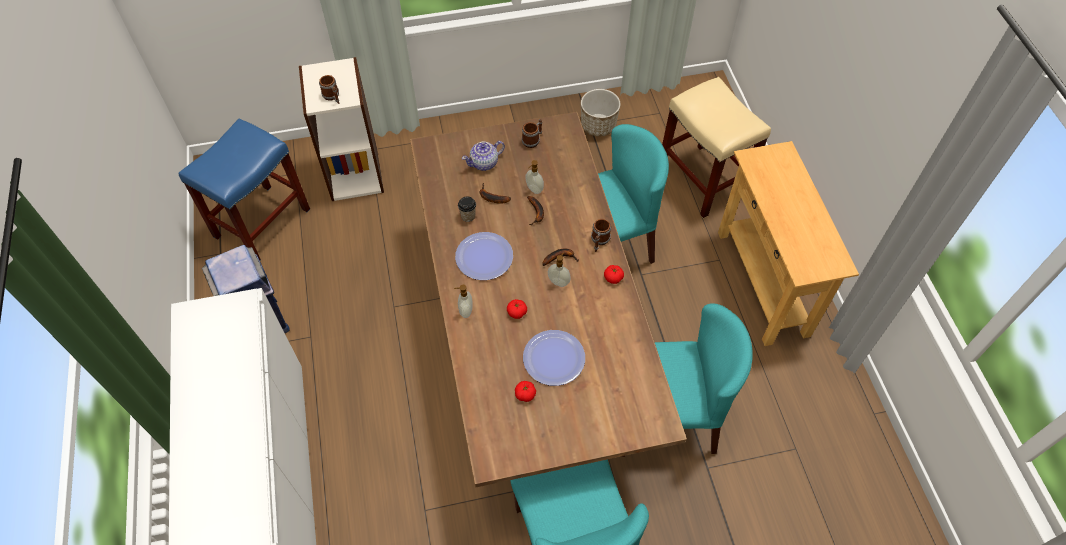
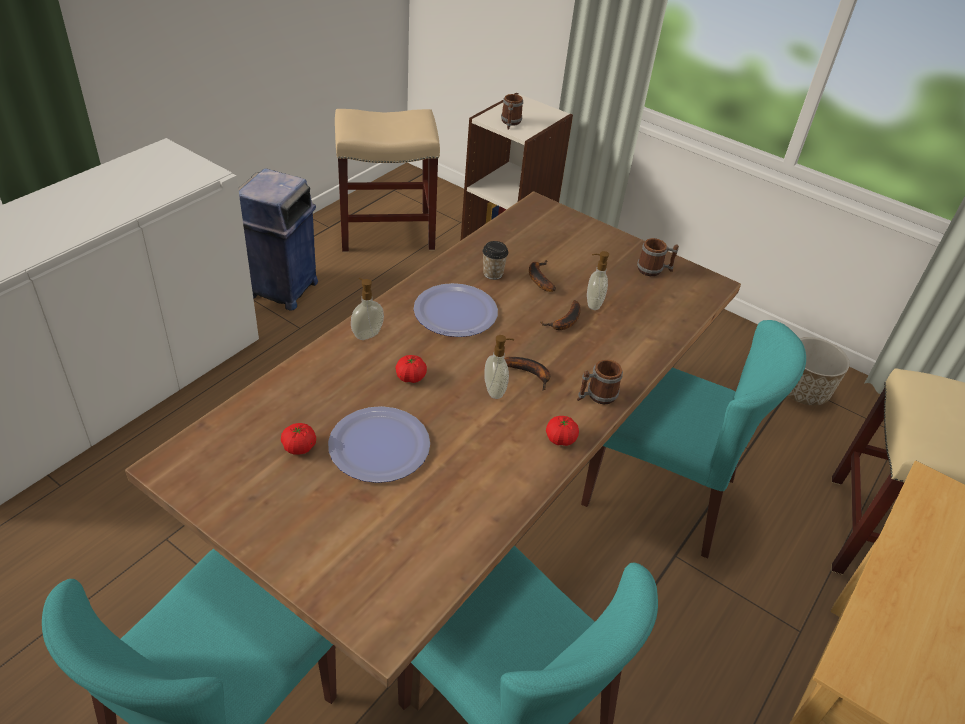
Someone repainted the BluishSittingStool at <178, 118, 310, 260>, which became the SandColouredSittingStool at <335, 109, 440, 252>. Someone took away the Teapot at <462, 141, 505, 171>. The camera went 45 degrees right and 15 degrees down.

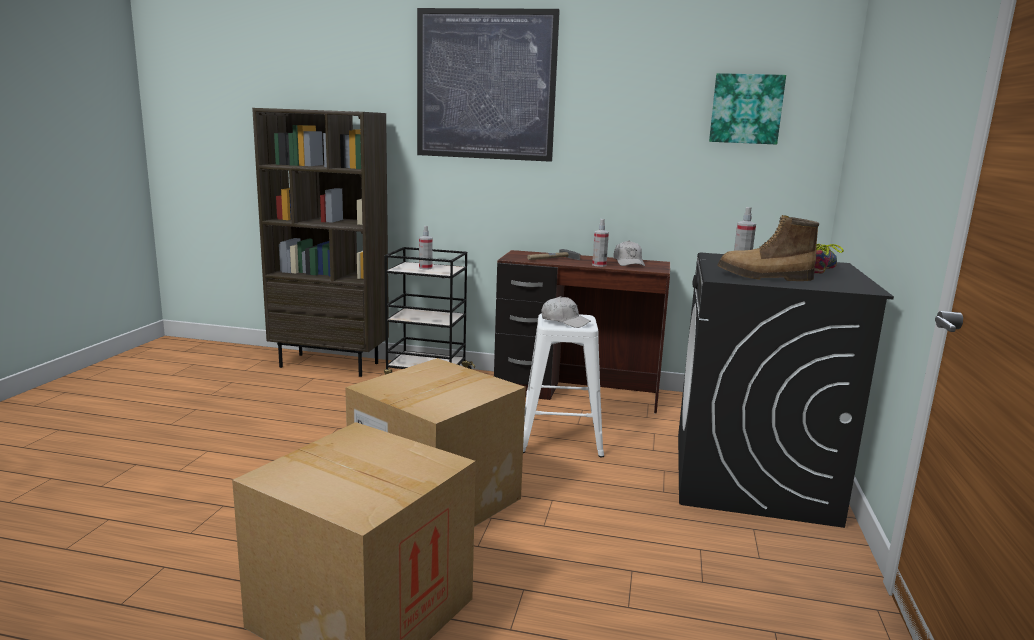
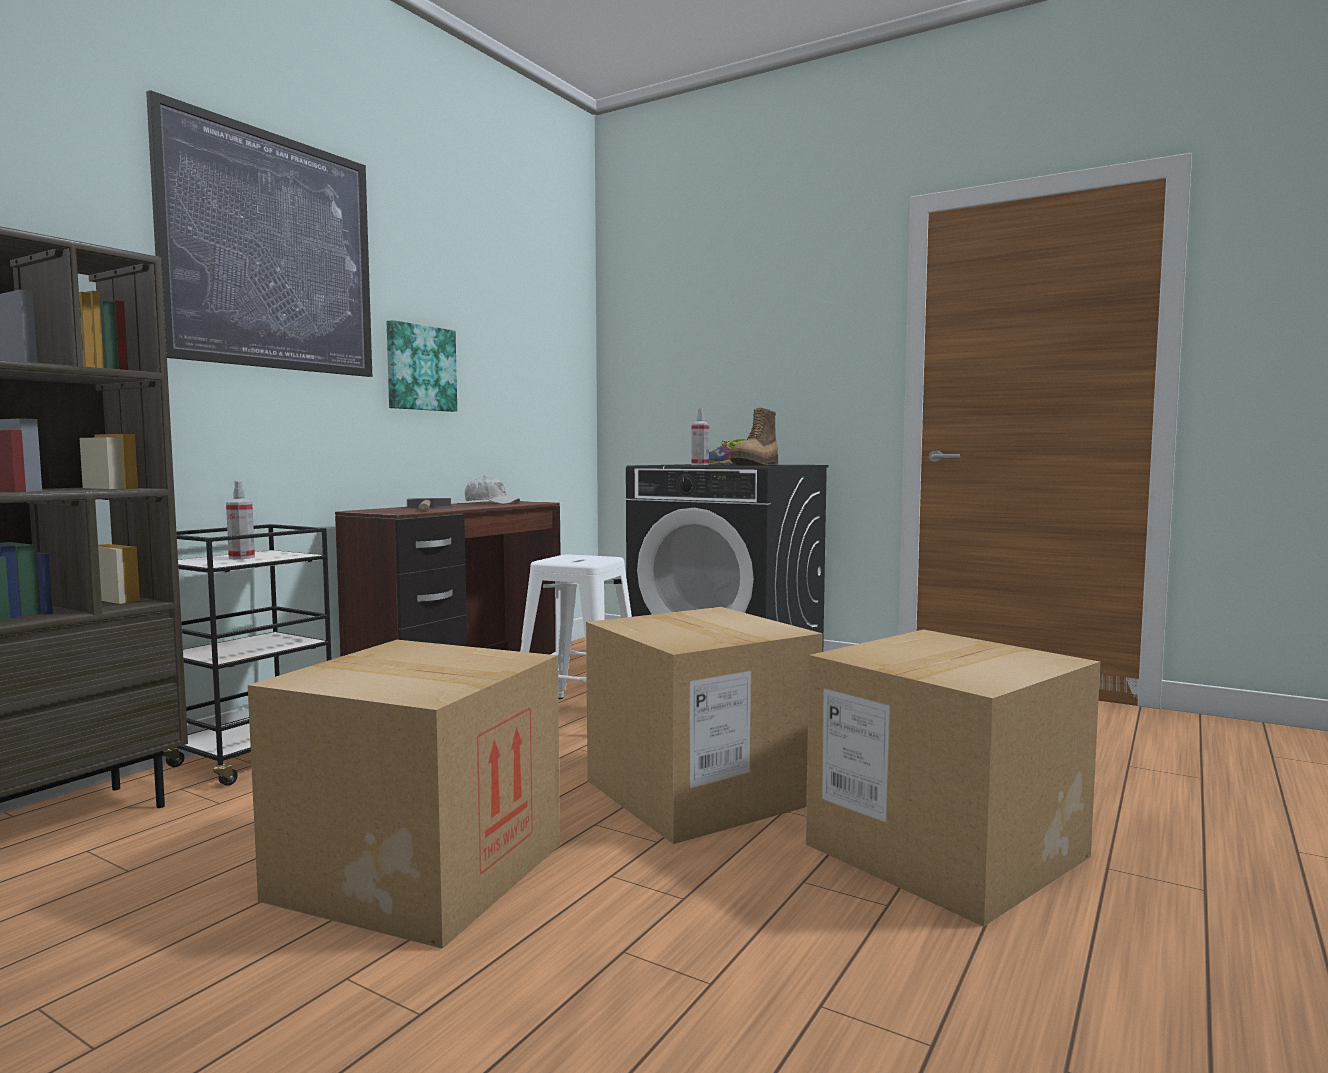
Someone put down the CardboardBox at <248, 640, 560, 949>. Someone carried the WallArt from <709, 73, 786, 145> to <387, 320, 457, 412>. Someone took away the WhitishCap at <541, 296, 591, 328>. Someone took away the HandSprayer at <592, 219, 609, 267>. The camera went 70 degrees left and 10 degrees down.

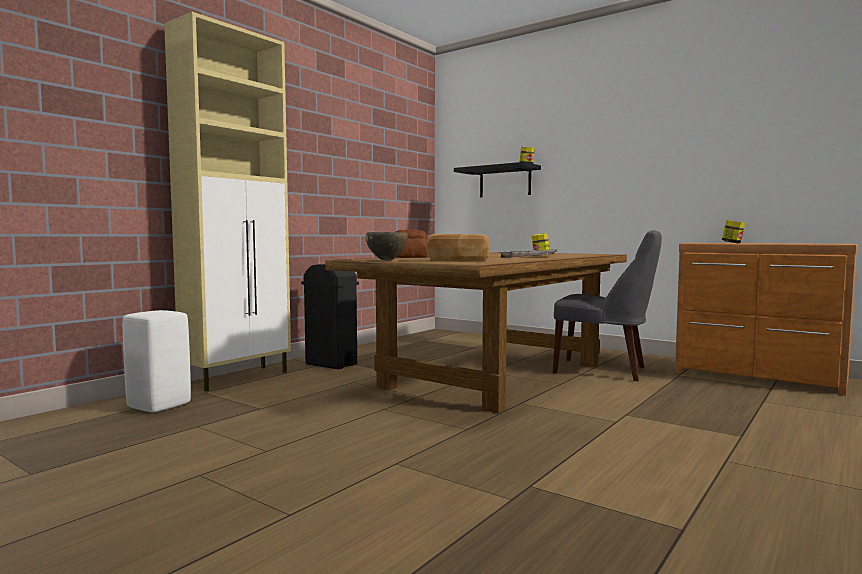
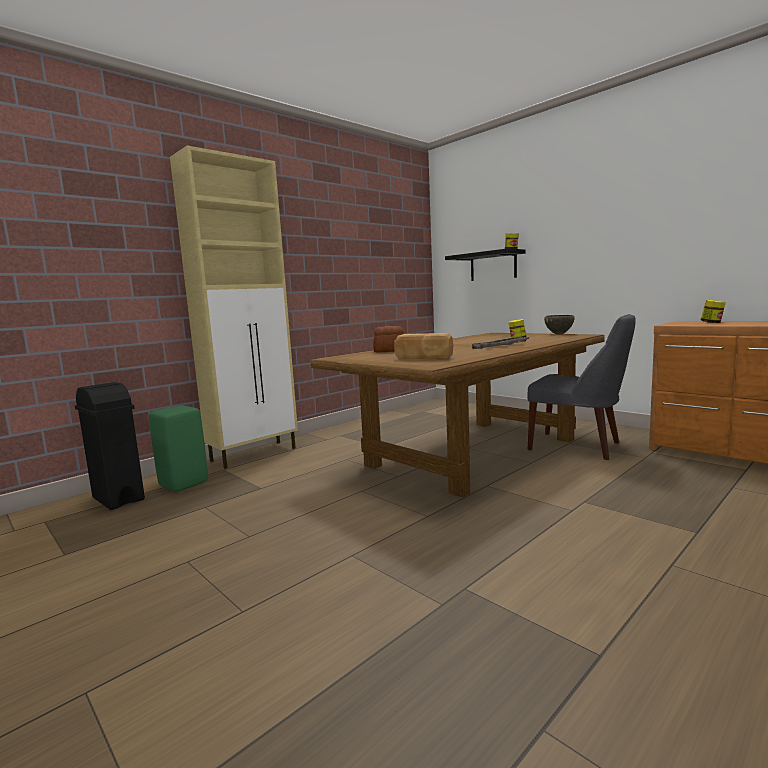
Someone carried the BlackColouredRubbishBin from <301, 264, 359, 370> to <75, 382, 145, 510>. Someone repainted the WhitishSittingStool at <123, 310, 191, 412>, which became the GreenishSittingStool at <149, 406, 208, 491>. Someone carried the BrownServingBowl from <366, 232, 408, 261> to <544, 315, 575, 335>. The camera went 10 degrees right and 5 degrees up.

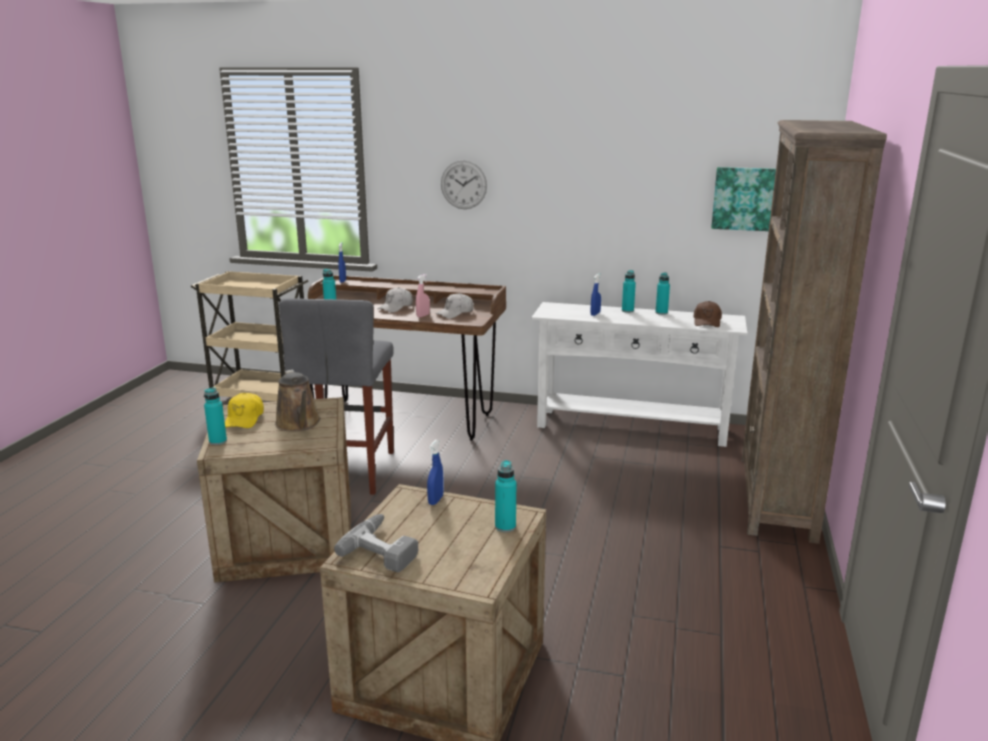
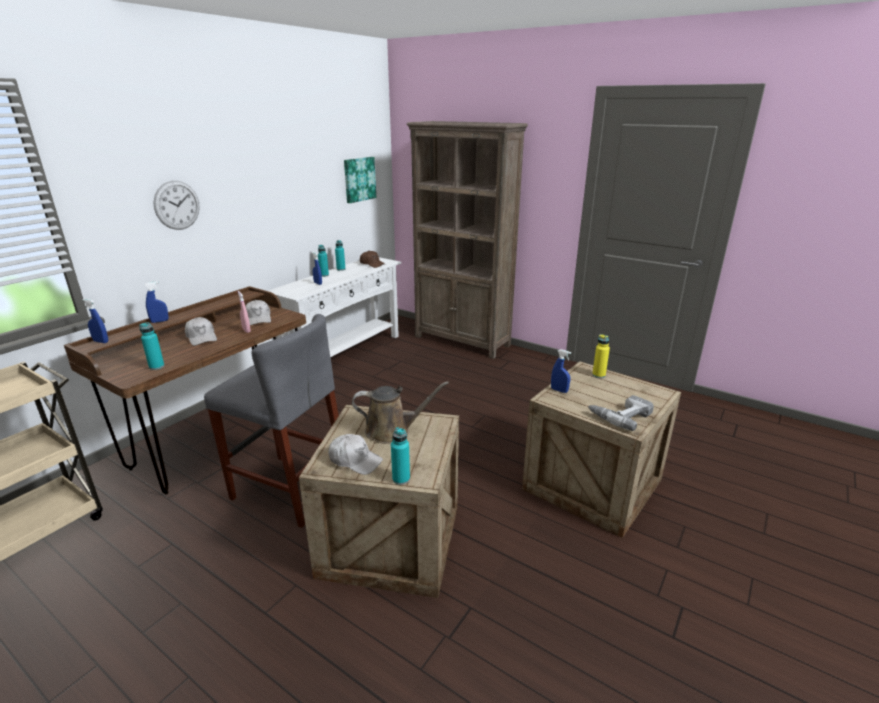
Someone put down the BluishHandSprayer at <144, 281, 169, 323>. Someone repainted the YellowCap at <225, 393, 264, 428>, which became the WhitishCap at <328, 434, 383, 475>. Someone repainted the TurquoiseColouredBeverageBottle at <495, 460, 516, 532>, which became the YellowBeverageBottle at <592, 334, 610, 378>. The camera went 70 degrees left and 5 degrees up.

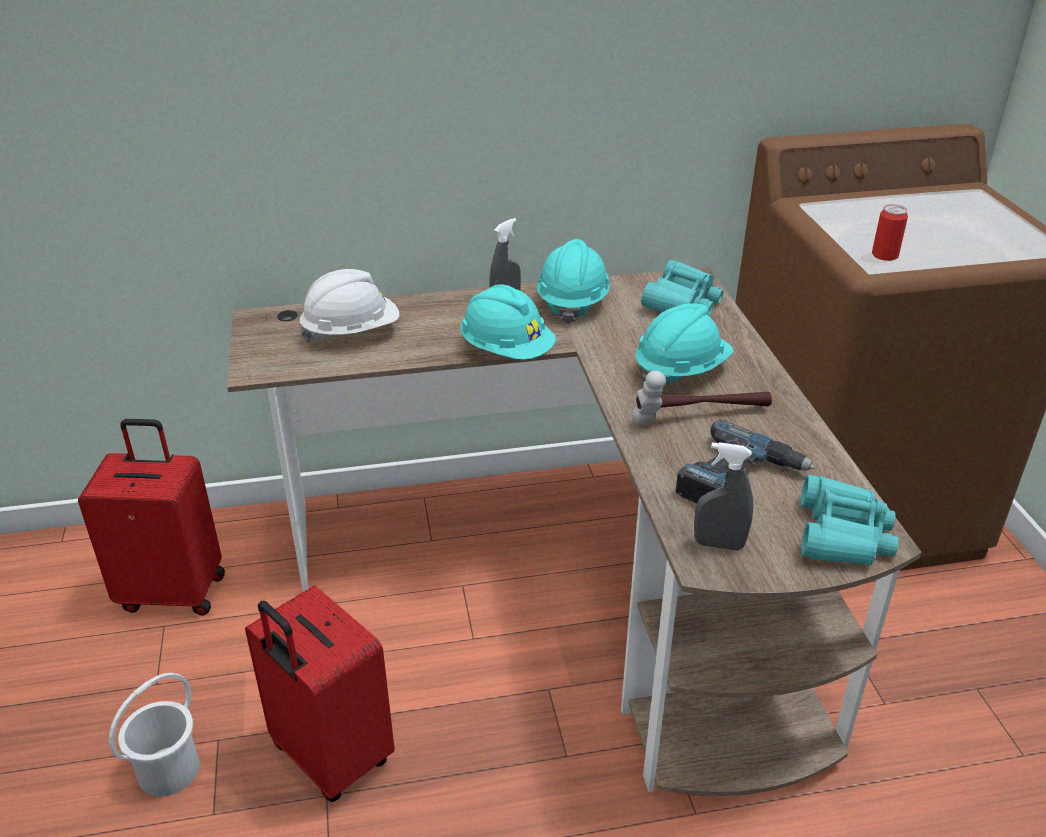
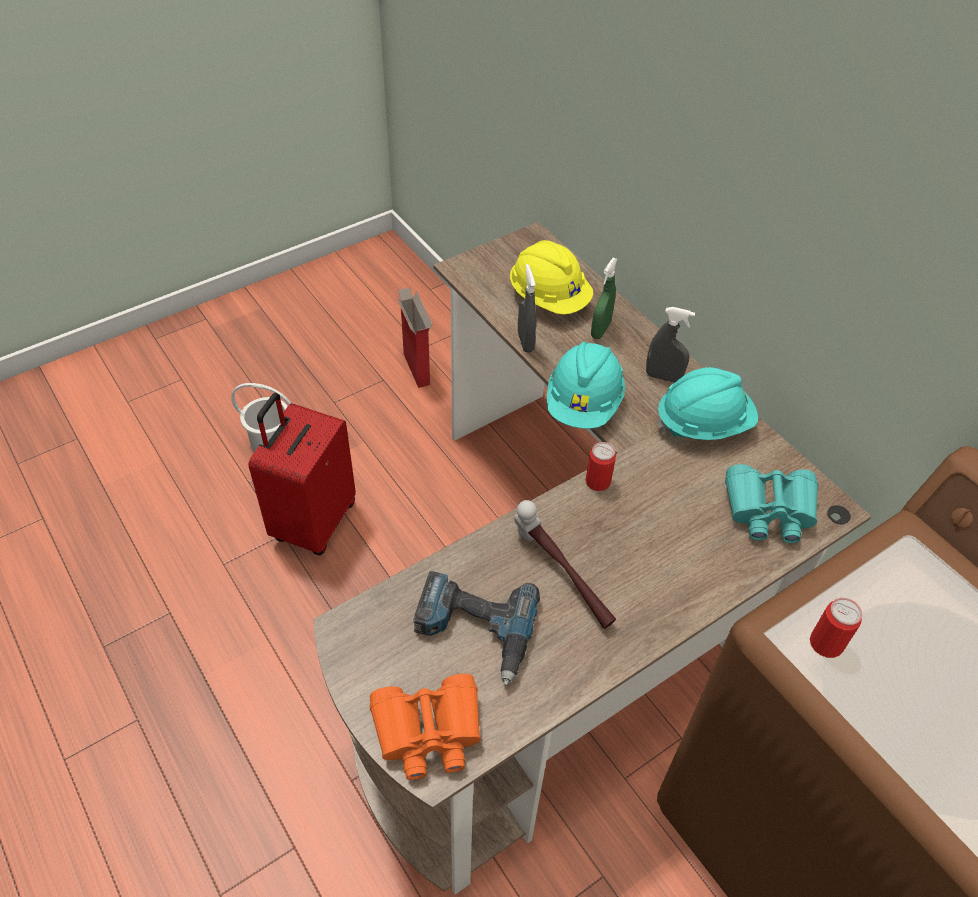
Someone repainted the TurquoiseColouredBinoculars at <801, 475, 899, 565>, which became the OrangeBinoculars at <370, 674, 481, 780>. Someone swapped the RedTravelCase at <78, 419, 225, 615> for the CardboardBox at <395, 287, 433, 388>. Someone repainted the WhitishSafetyHelmet at <299, 269, 399, 342>, which became the YellowSafetyHelmet at <510, 240, 593, 314>. Someone carried the GrayHandSprayer from <694, 442, 753, 551> to <518, 264, 536, 353>. Someone put down the Can at <585, 442, 616, 491>. Someone put down the GreenishHandSprayer at <591, 258, 618, 339>. Someone took away the TurquoiseColouredSafetyHelmet at <636, 303, 734, 385>. The camera went 65 degrees right and 15 degrees up.

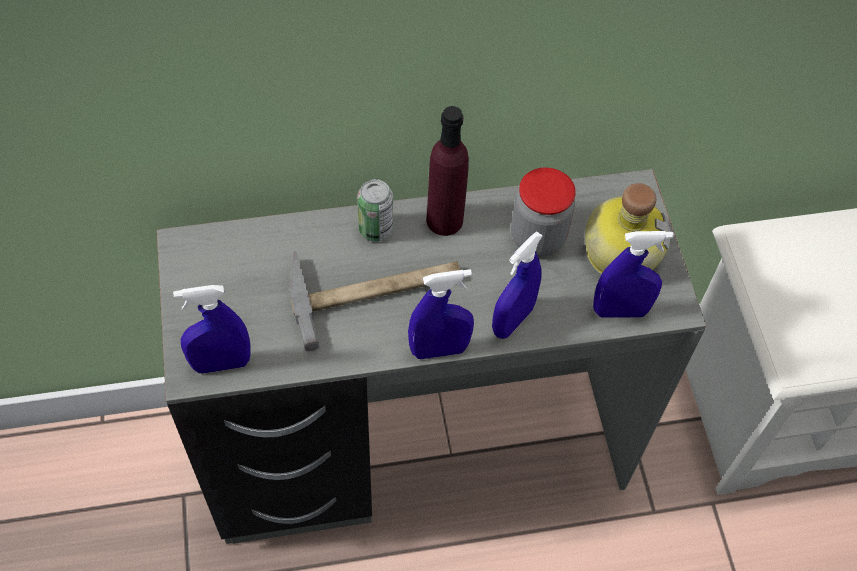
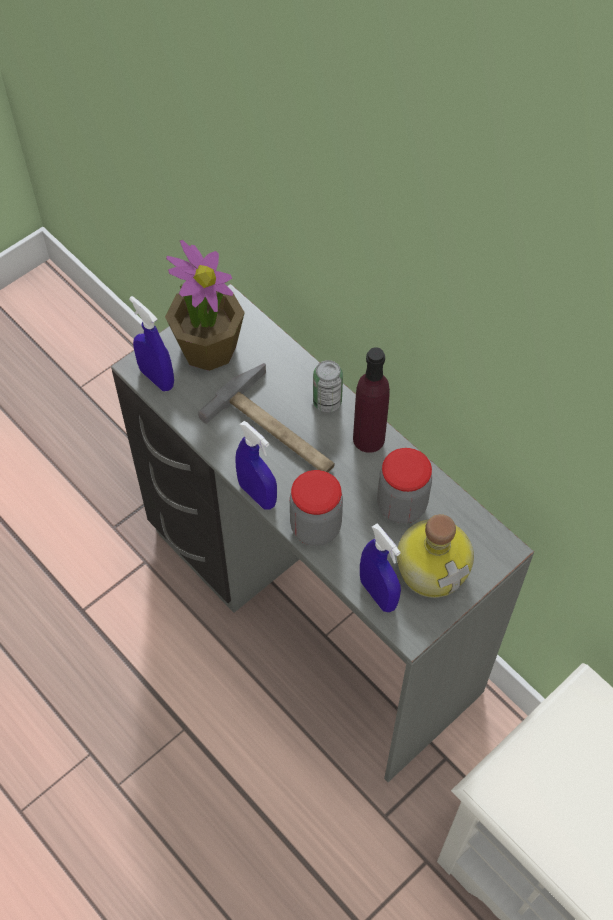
Someone put down the Houseplant at <165, 240, 245, 371>. Someone swapped the BluishHandSprayer at <492, 231, 543, 339> for the PreserveJar at <290, 470, 343, 546>. The camera went 60 degrees right and 0 degrees up.

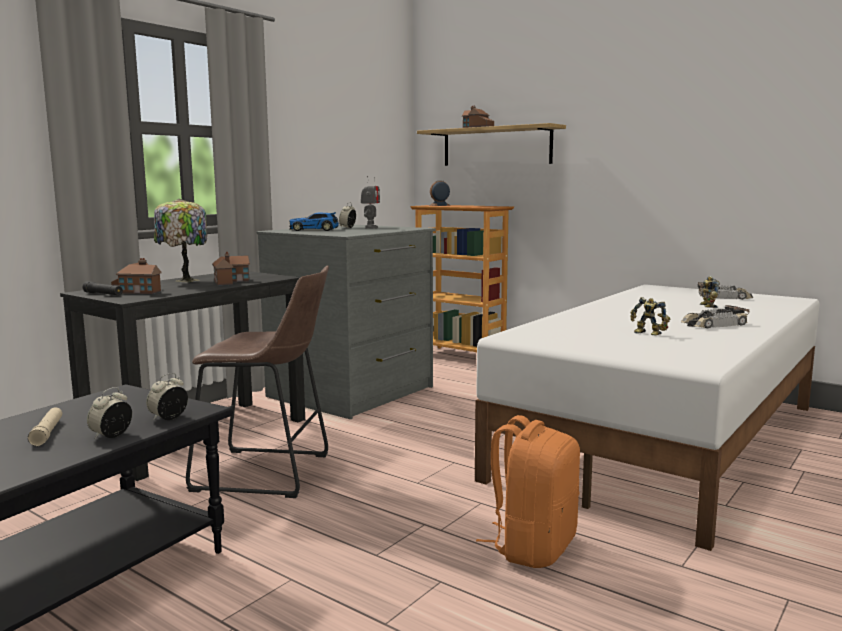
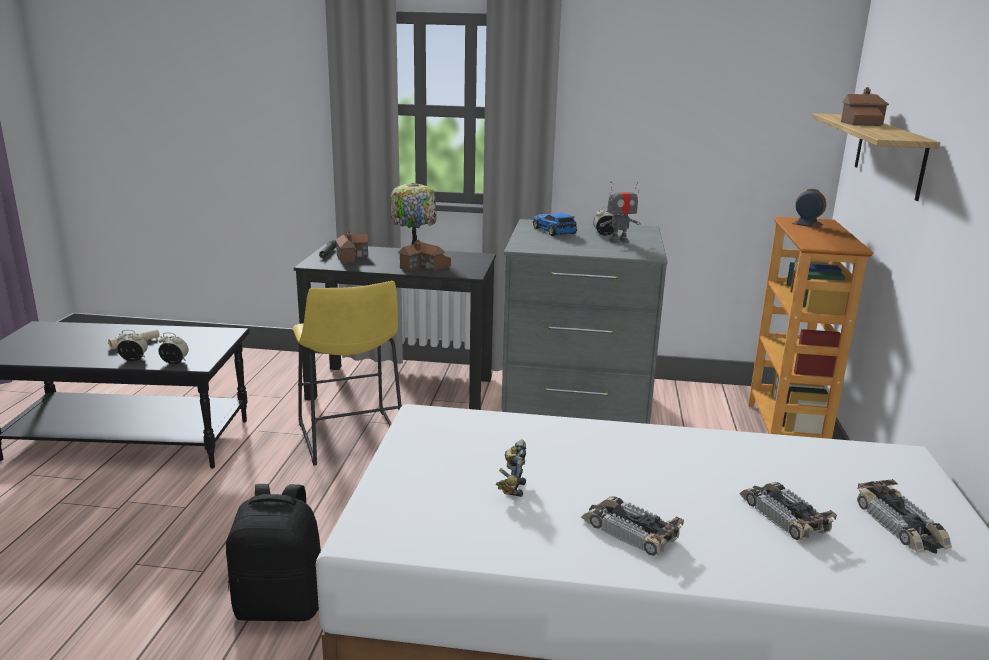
Someone repainted the OrangeRucksack at <476, 415, 580, 568>, which became the BlackColouredRucksack at <226, 484, 321, 621>. Someone repainted the BrownSittingStool at <186, 265, 329, 498>, which became the YellowSittingStool at <293, 281, 402, 466>. Someone swapped the ToyRobot at <700, 276, 720, 308> for the ToyCar at <739, 482, 837, 540>. The camera went 60 degrees right and 10 degrees up.

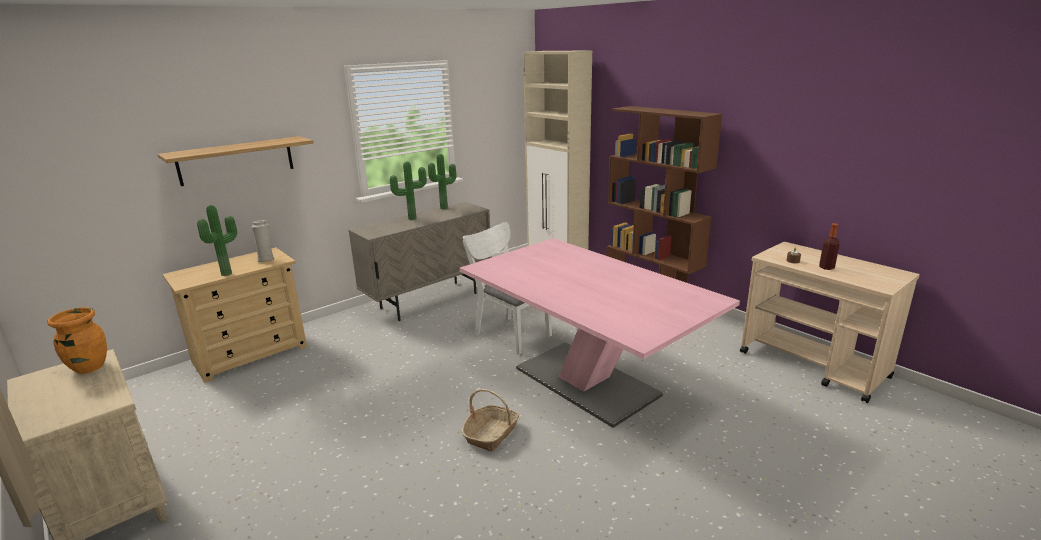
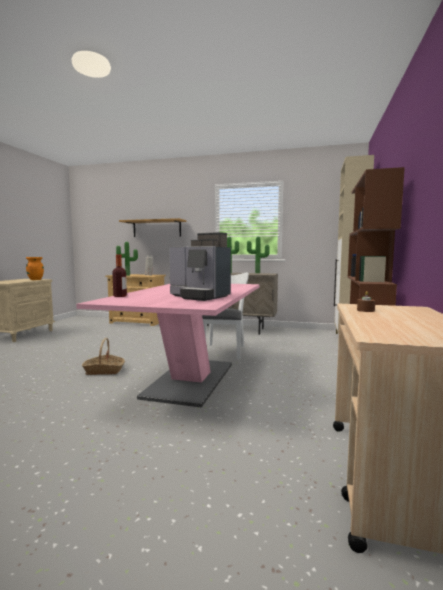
Someone carried the BeverageBottle from <819, 223, 840, 270> to <112, 255, 127, 297>. Someone put down the CoffeeBrewer at <169, 232, 231, 301>. The camera went 55 degrees right and 15 degrees down.

